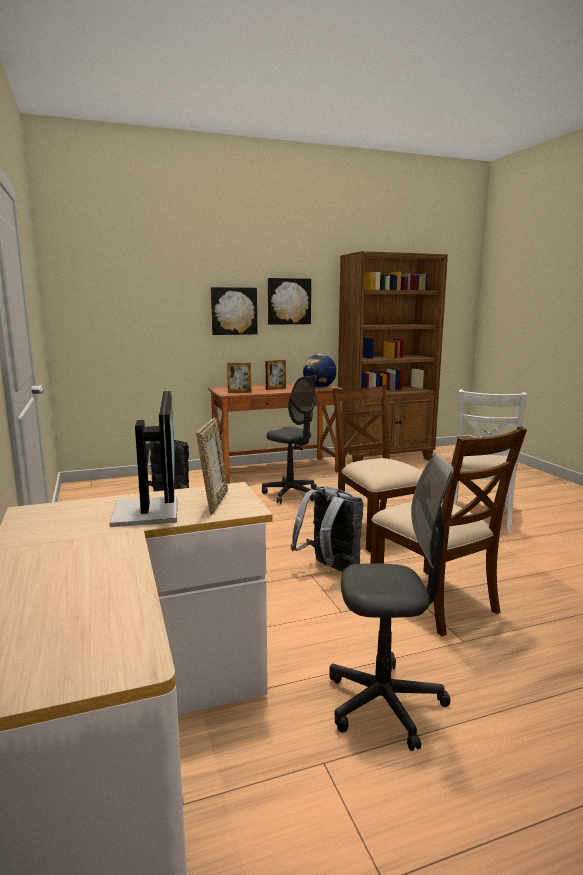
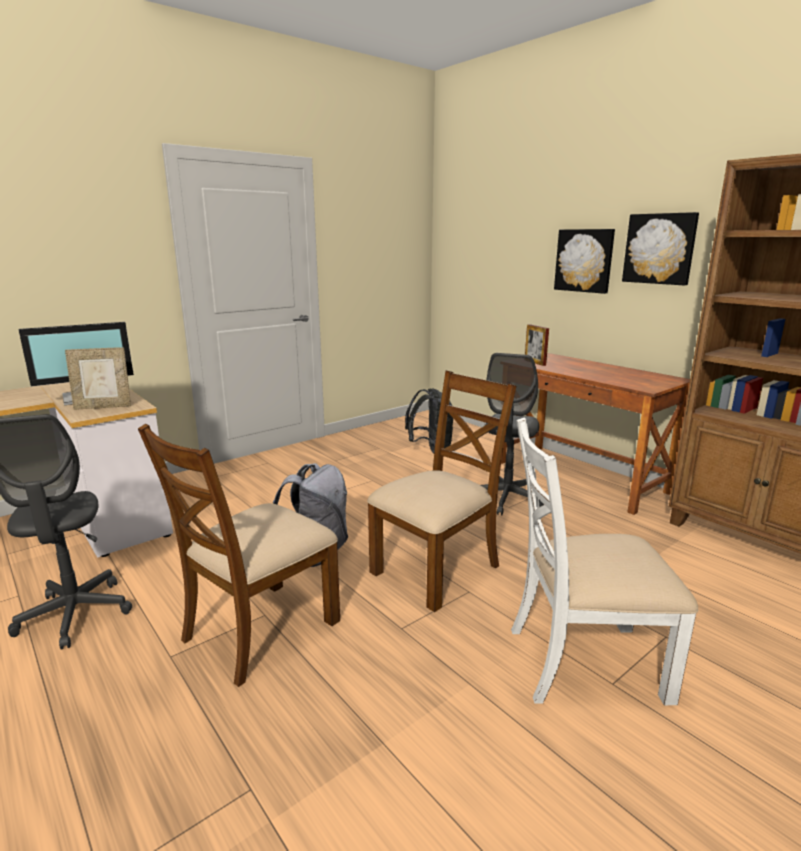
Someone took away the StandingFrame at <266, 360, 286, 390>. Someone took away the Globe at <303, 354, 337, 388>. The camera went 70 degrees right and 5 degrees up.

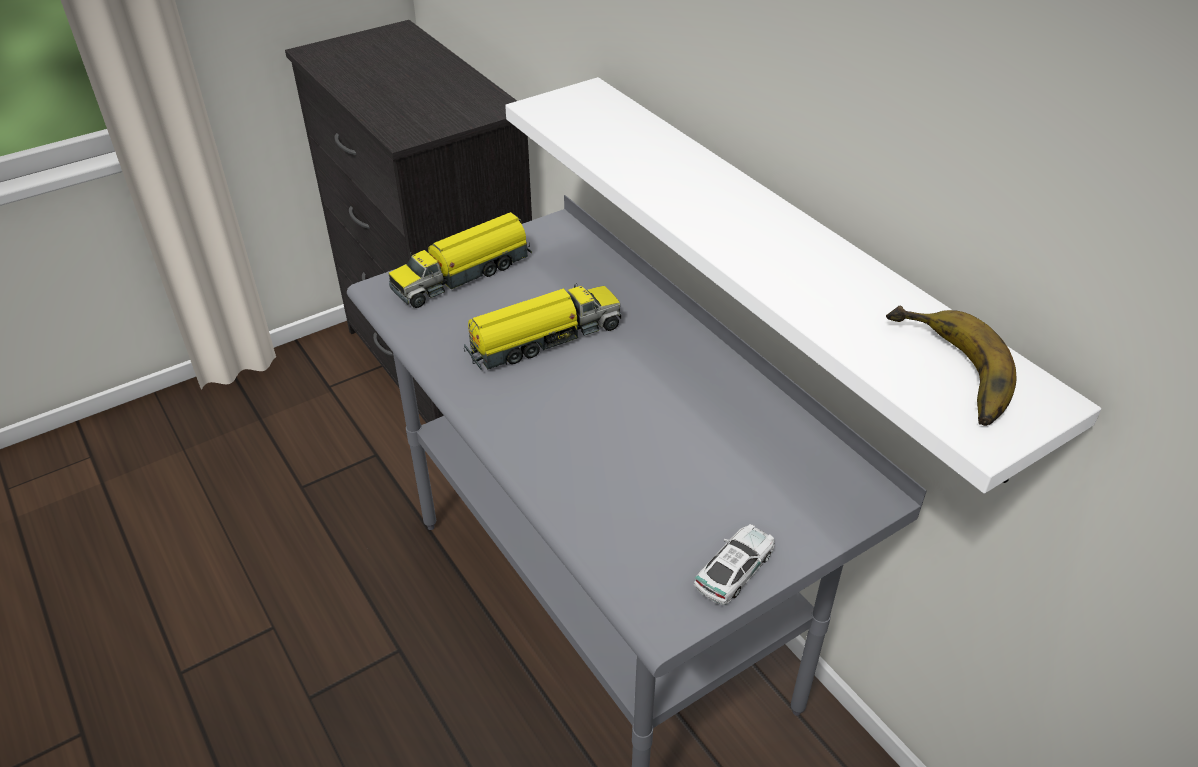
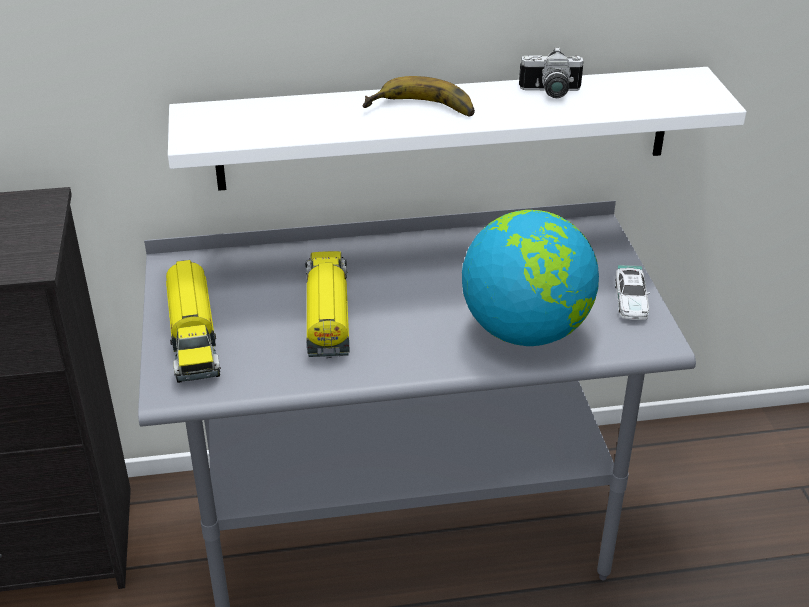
Someone carried the BananaFruit from <886, 306, 1017, 426> to <363, 76, 475, 116>. Someone put down the Globe at <462, 210, 599, 346>. Someone put down the StillCamera at <519, 47, 583, 98>. Someone rotated the ToyCar at <694, 524, 775, 605> by 150 degrees counterclockwise. The camera went 65 degrees left and 5 degrees down.

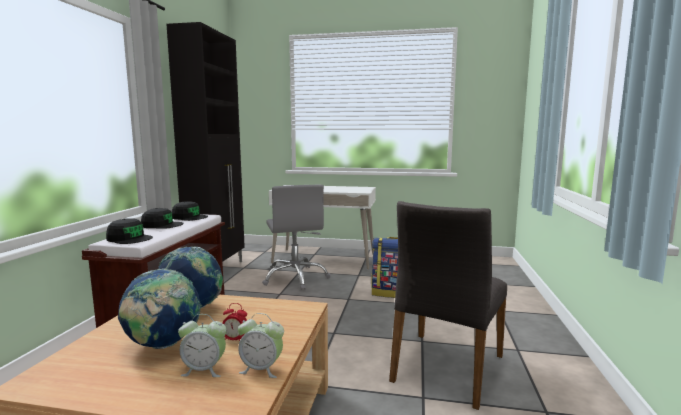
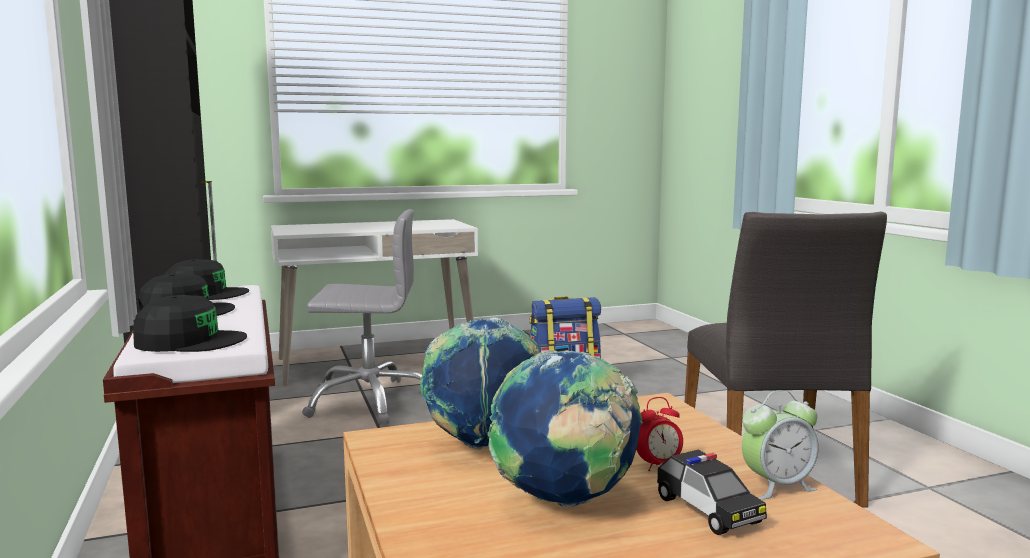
Someone rotated the GrayOfficeChair at <262, 185, 331, 290> by 45 degrees counterclockwise. Someone swapped the TableClock at <178, 314, 227, 377> for the ToyCar at <657, 450, 767, 535>. The camera went 30 degrees left and 0 degrees up.

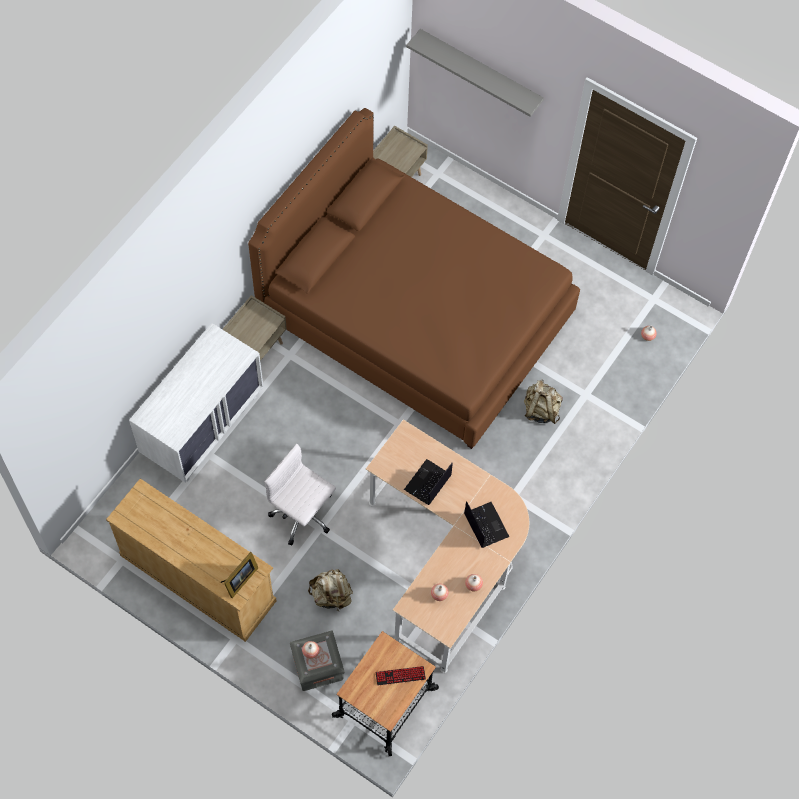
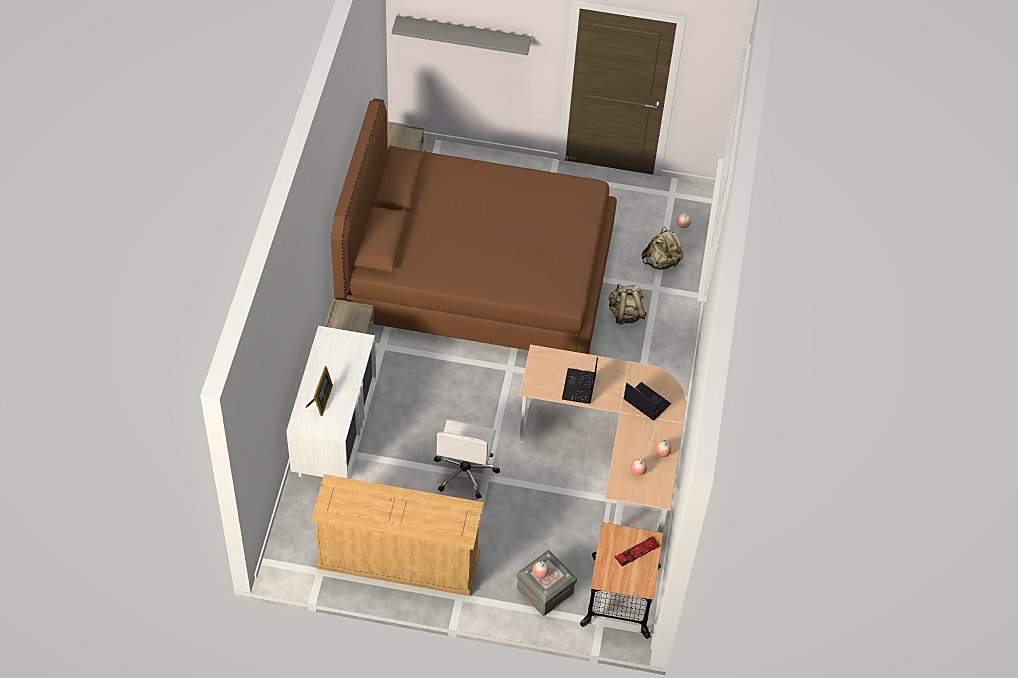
Someone carried the StandingFrame from <221, 552, 258, 598> to <306, 366, 333, 416>. Someone rotated the WhitishOfficeChair at <264, 444, 336, 545> by 90 degrees counterclockwise. Someone carried the SandColouredRucksack from <308, 569, 353, 611> to <642, 227, 684, 270>. The camera went 25 degrees left and 10 degrees down.

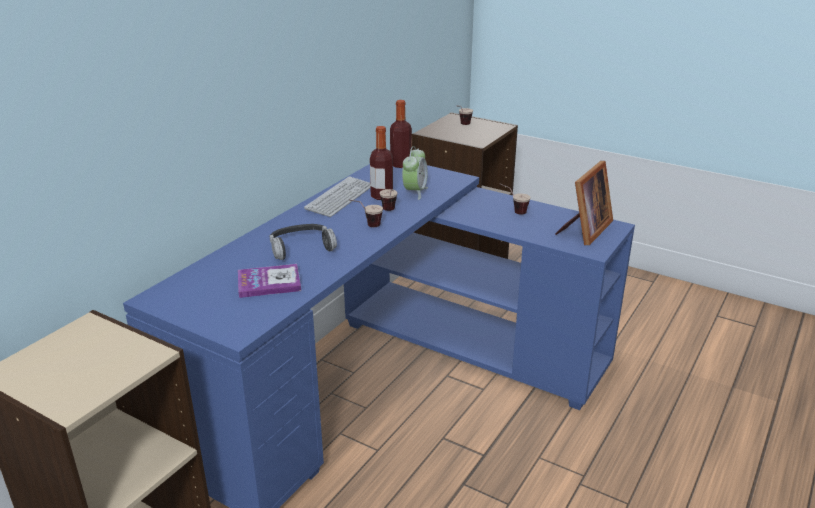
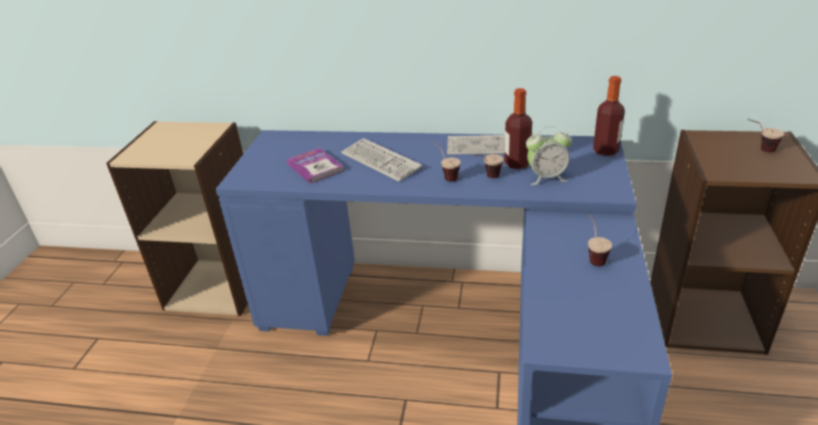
Someone swapped the Headphones at <269, 224, 337, 260> for the Keyboard at <341, 138, 422, 182>. Someone took away the StandingFrame at <555, 161, 613, 245>. The camera went 70 degrees right and 5 degrees up.

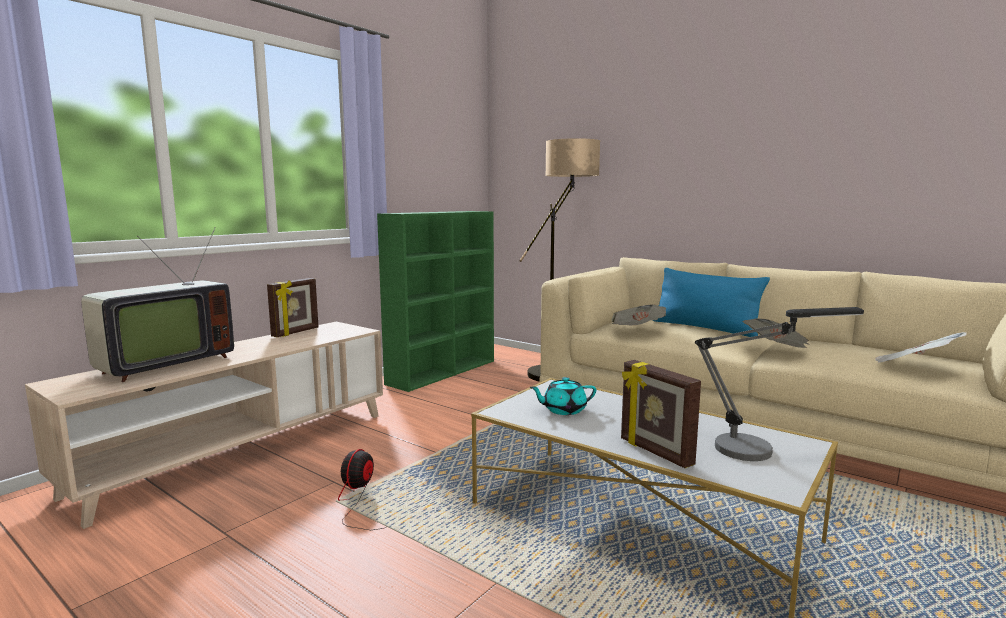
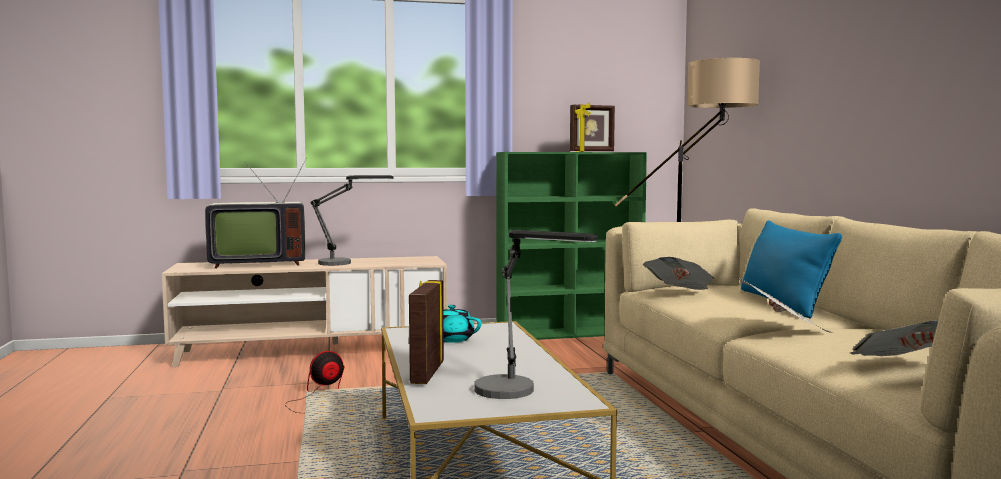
Someone put down the LampForATable at <311, 175, 394, 266>. Someone carried the StandingFrame from <267, 278, 318, 337> to <570, 103, 615, 152>. The camera went 40 degrees right and 5 degrees down.

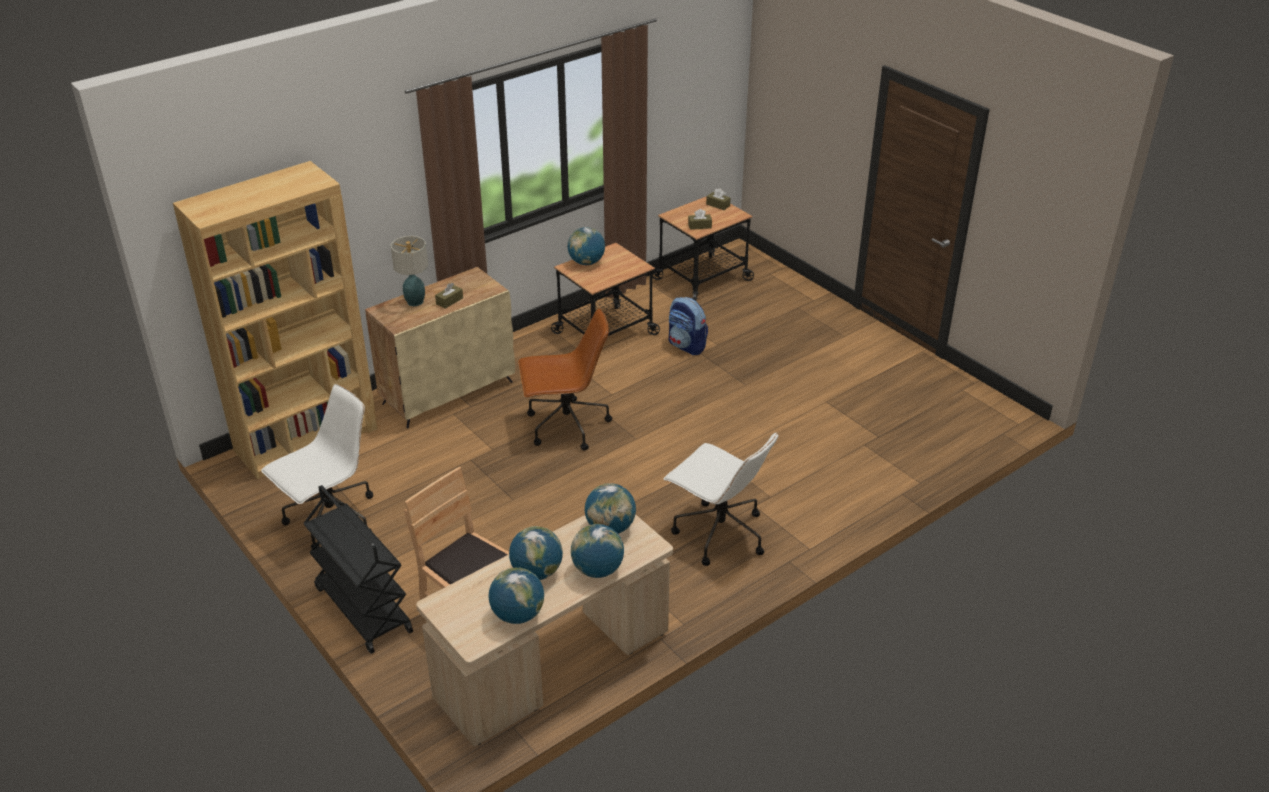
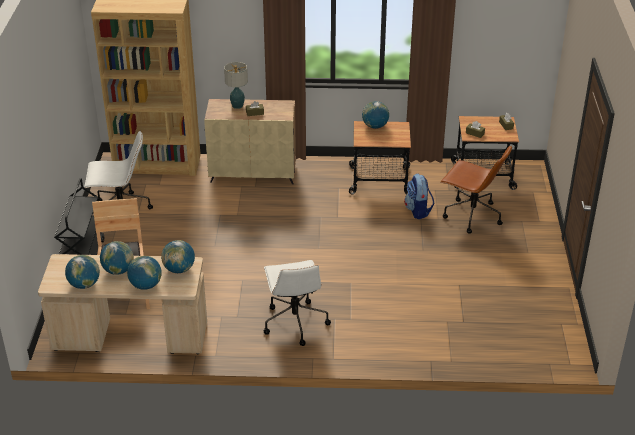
Someone carried the BrownOfficeChair from <518, 308, 612, 451> to <440, 146, 512, 234>. The camera went 40 degrees right and 0 degrees up.

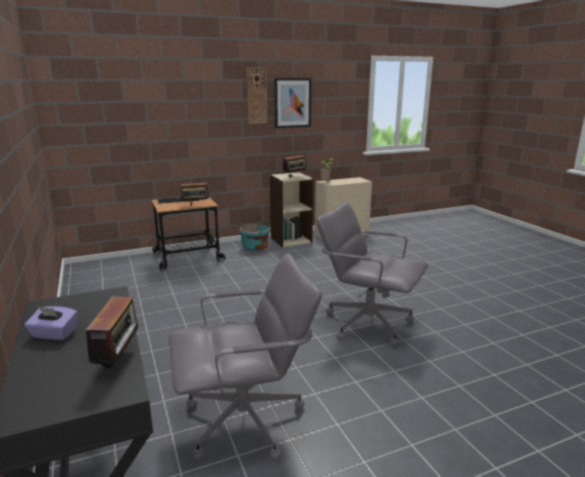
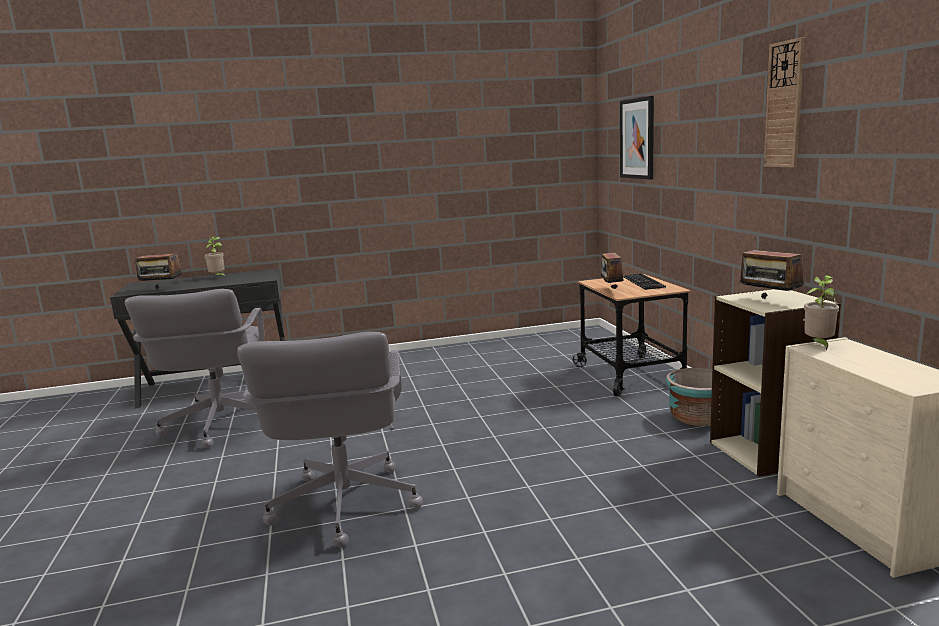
Someone swapped the PurplishBoxOfTissues at <25, 306, 78, 340> for the Houseplant at <204, 236, 225, 276>. Someone rotated the GrayOfficeChair at <316, 202, 428, 346> by 135 degrees clockwise. Someone carried the WallArt from <274, 78, 312, 128> to <620, 96, 654, 180>. The camera went 100 degrees right and 5 degrees down.

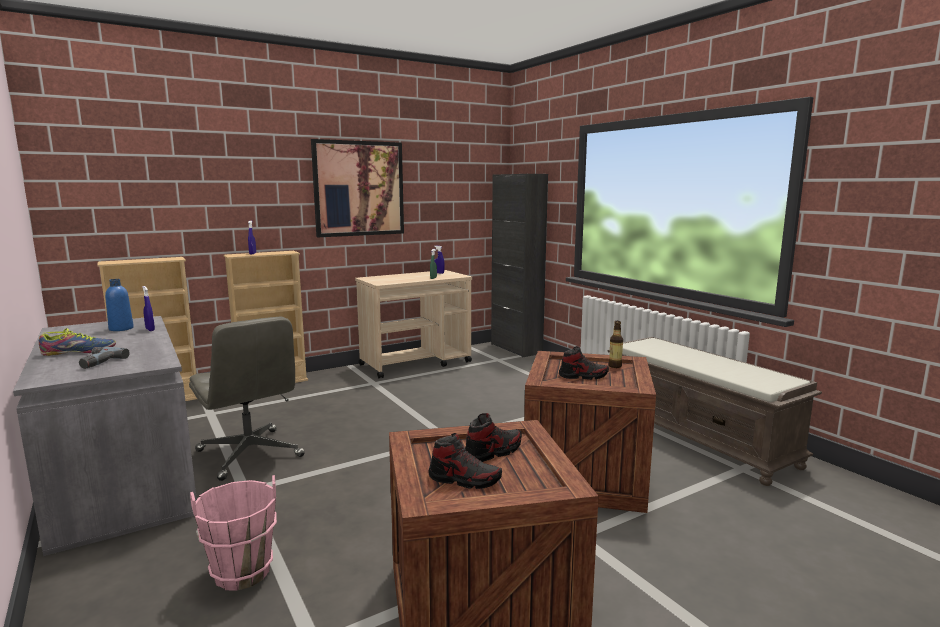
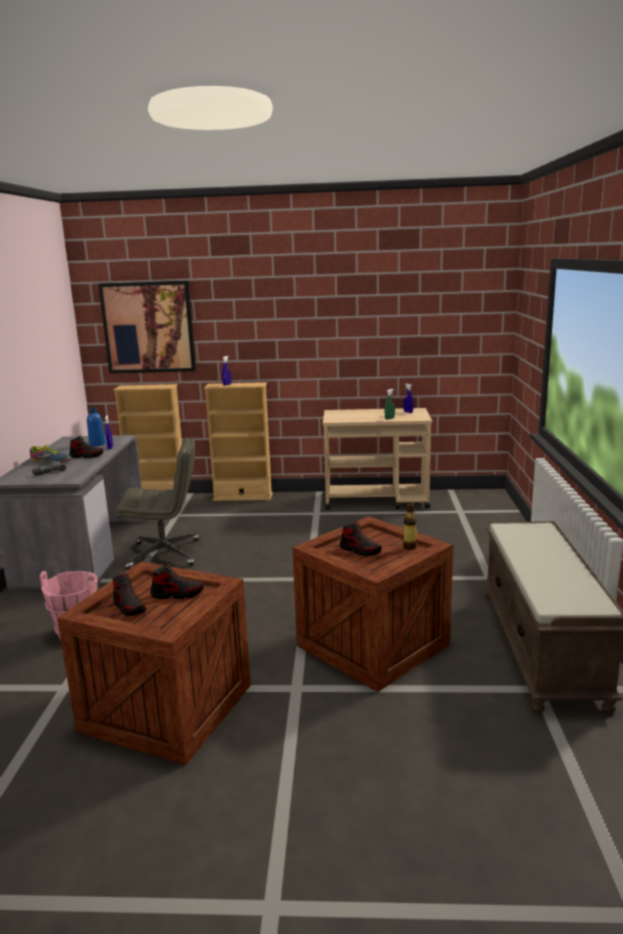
Someone put down the LowShoe at <69, 435, 103, 458>. Someone carried the WallArt from <311, 139, 404, 237> to <98, 281, 196, 374>. Someone rotated the GrayOfficeChair at <189, 317, 305, 481> by 90 degrees counterclockwise. Someone took away the BlackColouredStorageCabinet at <491, 174, 548, 357>. The camera went 35 degrees right and 5 degrees up.

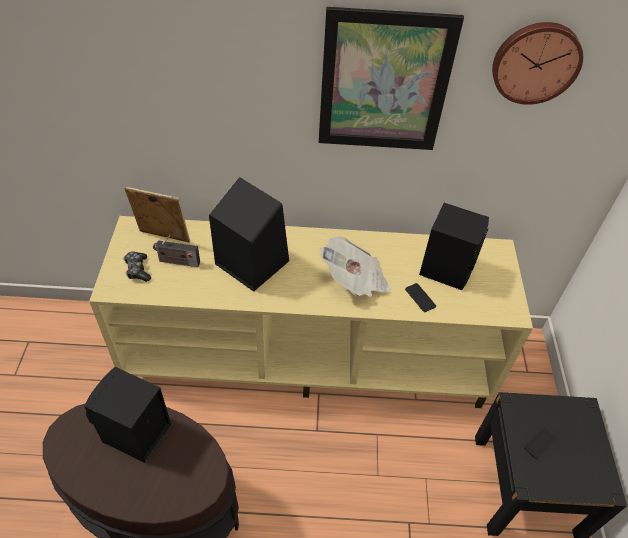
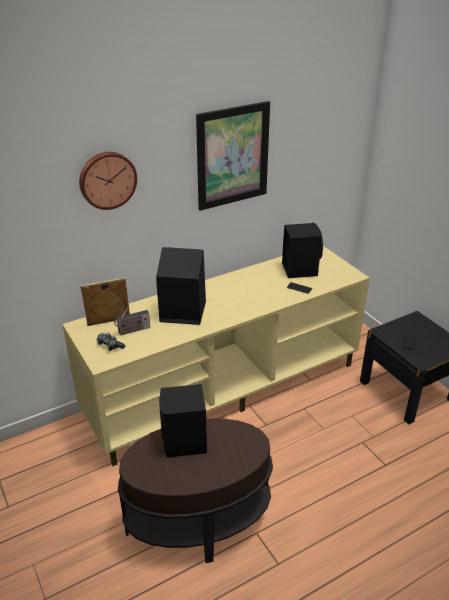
Someone carried the HangingClock from <492, 22, 583, 105> to <79, 152, 137, 210>. Someone took away the PrintedPaper at <320, 237, 391, 297>. The camera went 30 degrees left and 15 degrees down.

